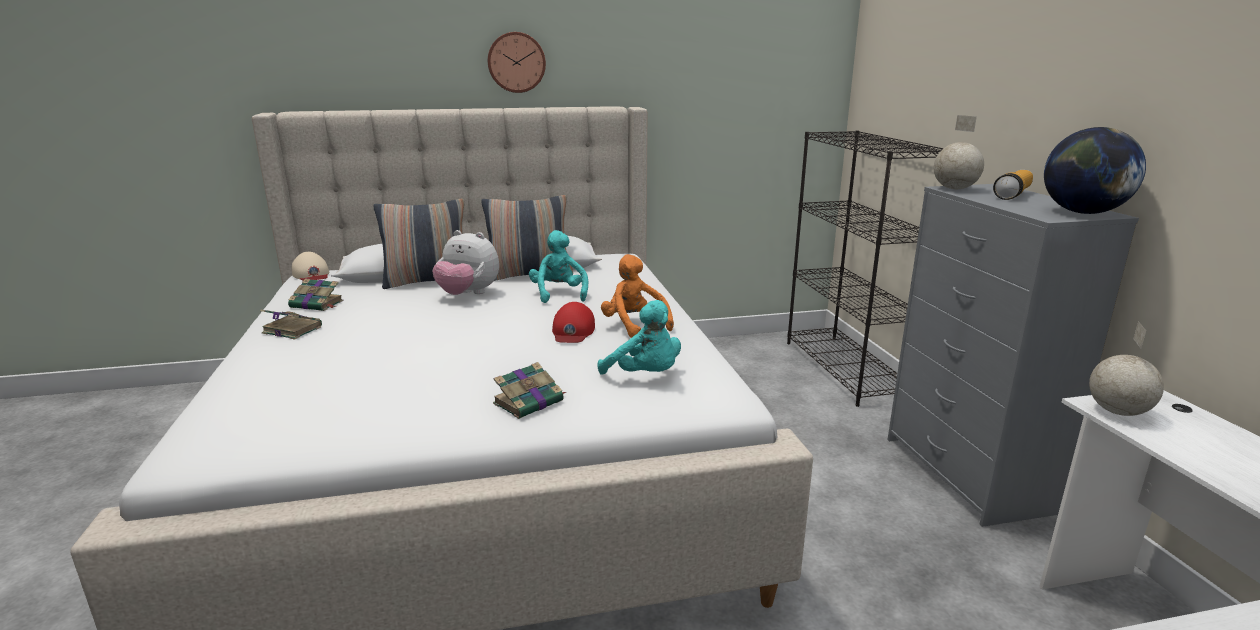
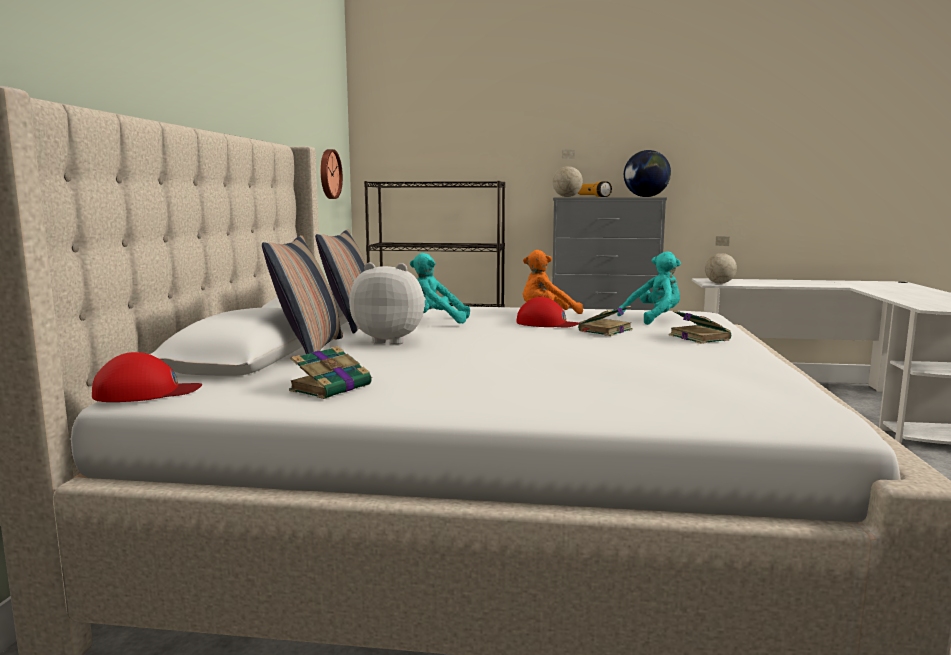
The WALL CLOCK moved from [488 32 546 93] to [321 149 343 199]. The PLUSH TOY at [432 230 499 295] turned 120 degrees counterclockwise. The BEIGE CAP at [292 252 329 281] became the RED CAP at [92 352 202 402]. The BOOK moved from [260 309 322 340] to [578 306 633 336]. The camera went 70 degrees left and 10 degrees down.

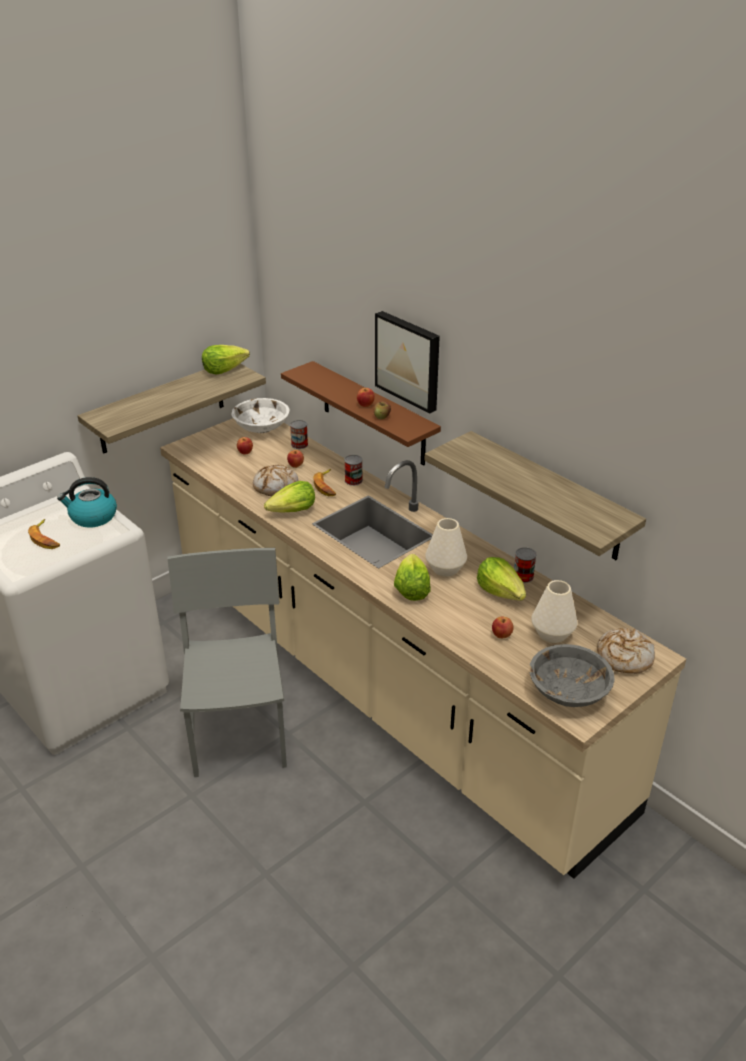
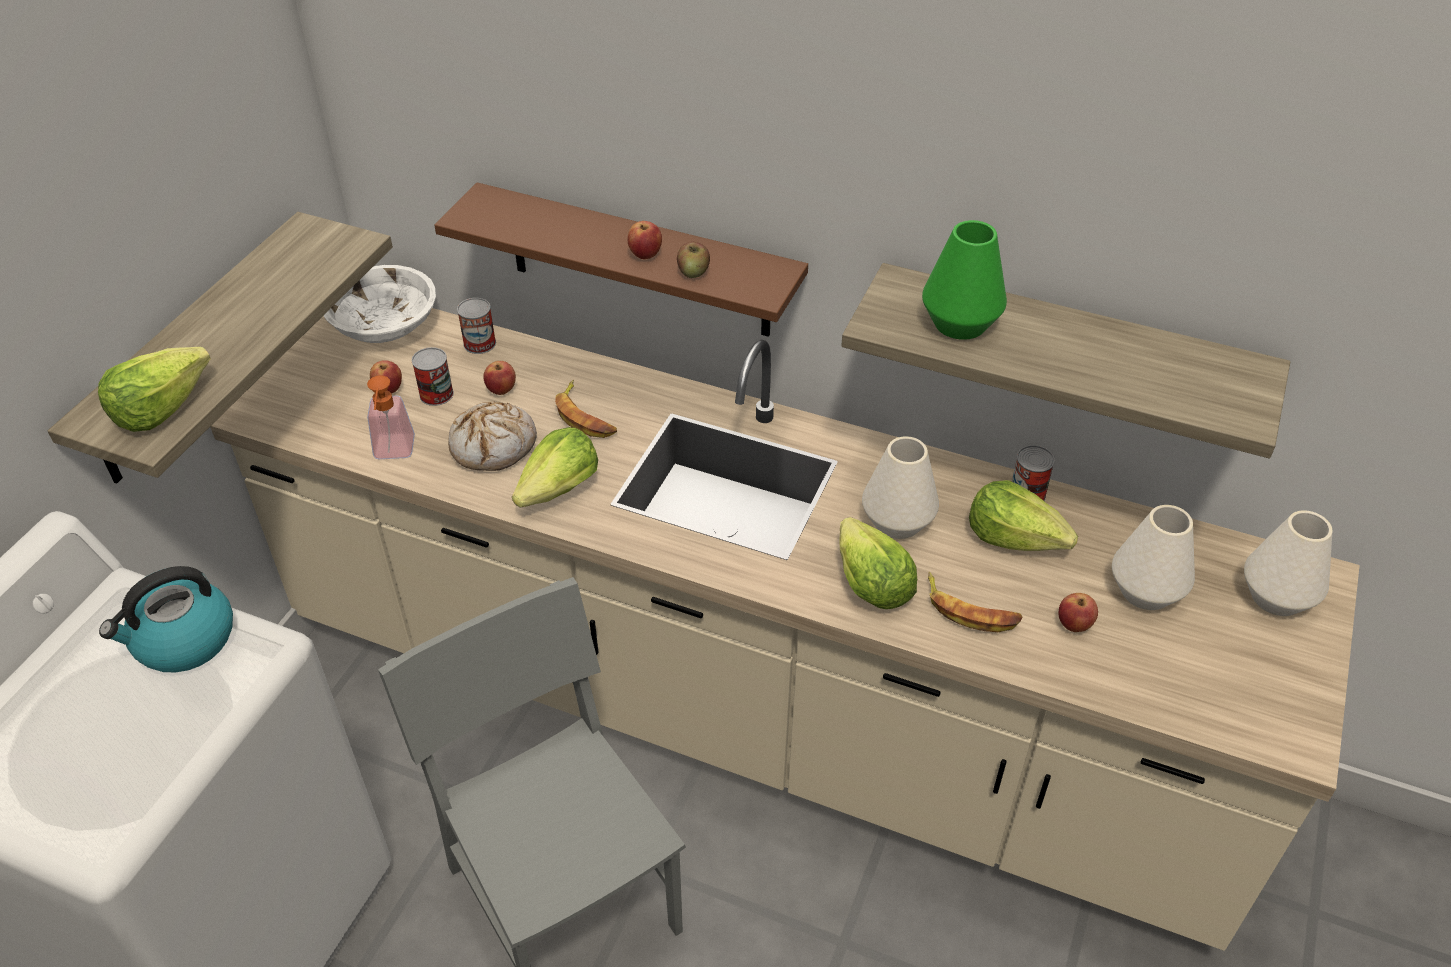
The PICTURE at [375 311 440 414] disappeared. The LETTUCE moved from [202 345 250 375] to [98 347 211 432]. The CAN moved from [344 455 363 486] to [412 347 454 406]. The BANANA moved from [28 519 60 549] to [928 572 1023 632]. The BREAD at [597 628 655 673] was replaced by the WHITE VASE at [1244 510 1333 616]. The GREY BOWL at [529 644 615 707] disappeared. The GREEN VASE at [922 220 1007 340] appeared. The SOAP DISPENSER at [367 375 415 459] appeared. The camera went 25 degrees left and 10 degrees up.

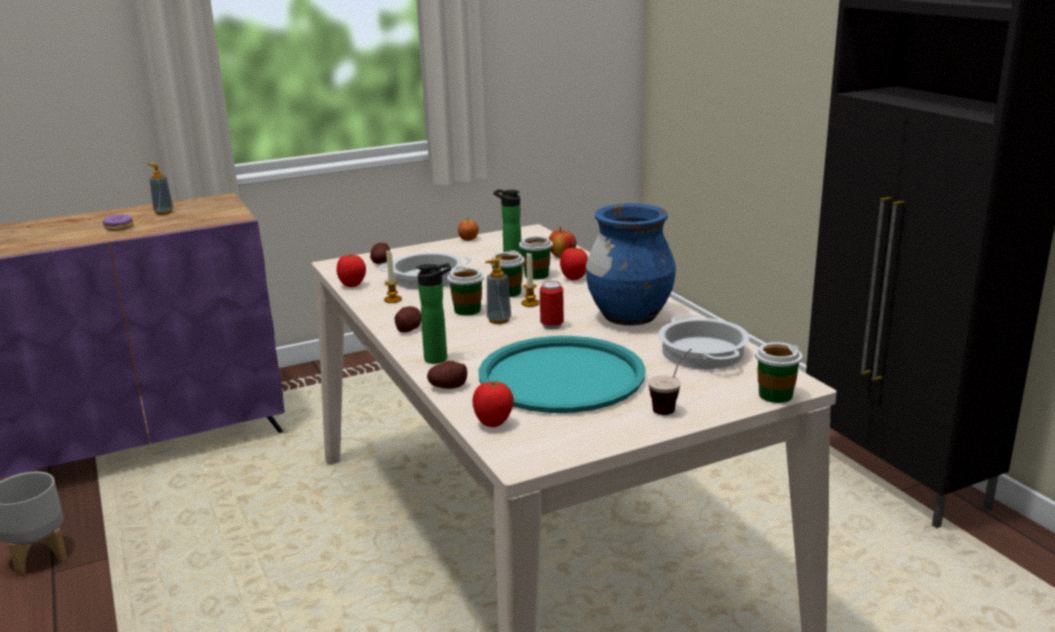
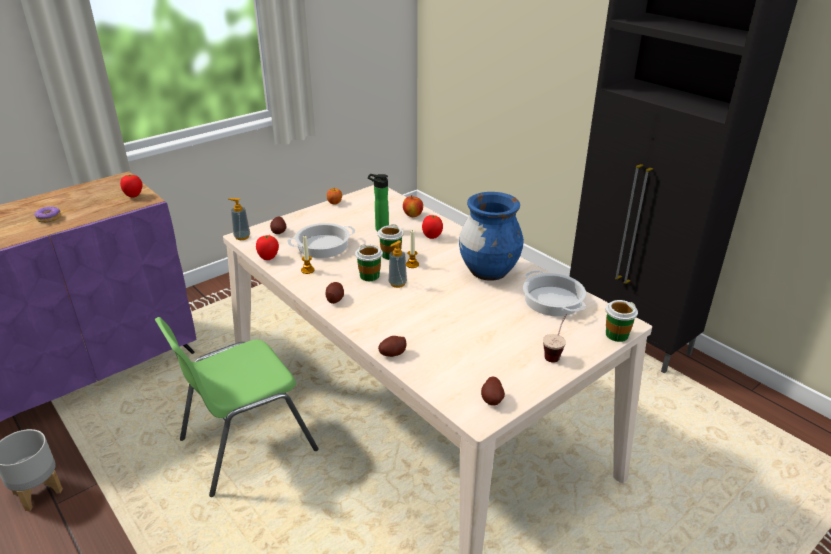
The SOAP DISPENSER moved from [147 163 173 215] to [228 198 250 240]. The CUP at [519 236 553 280] disappeared. The BOTTLE at [416 263 451 364] disappeared. The CAN at [540 281 564 329] disappeared. The TURQUOISE TRAY at [478 336 646 413] disappeared. The TOMATO moved from [473 381 514 427] to [120 175 142 198]. The GREEN CHAIR at [155 317 319 497] appeared. The POTATO at [481 377 505 406] appeared. The camera went 15 degrees left and 10 degrees up.

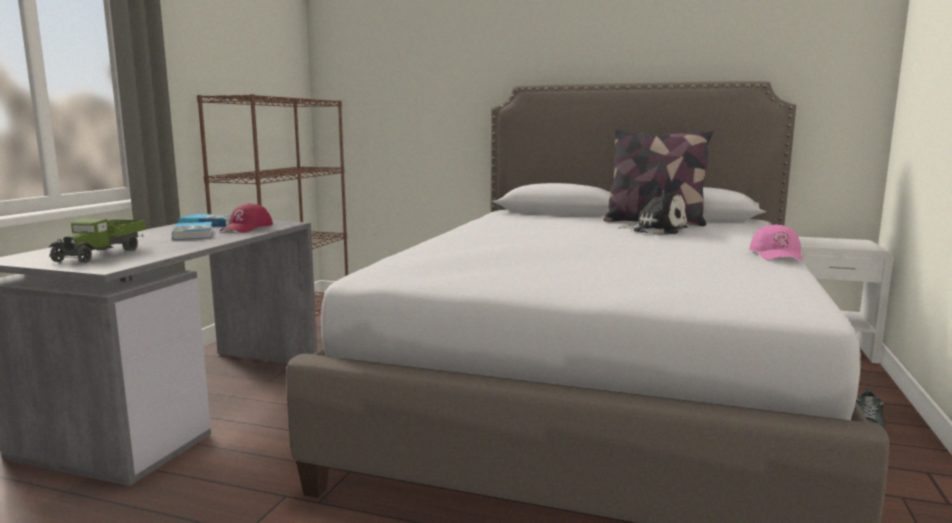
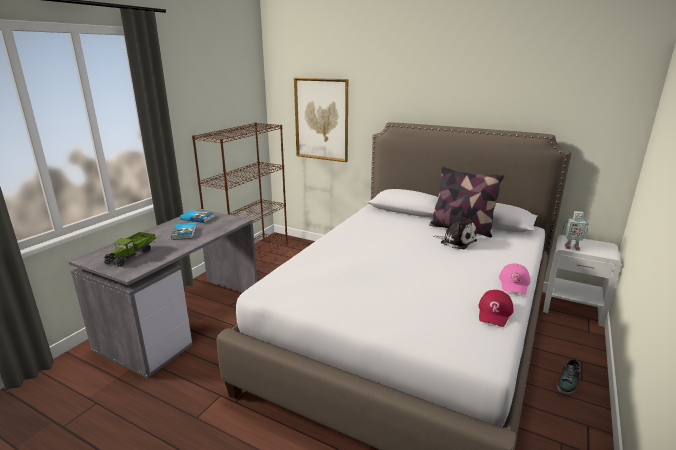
The RED CAP moved from [220 203 273 233] to [479 290 513 327]. The PICTURE at [294 78 348 162] appeared. The TOY ROBOT at [563 211 589 250] appeared. The camera went 10 degrees right and 10 degrees up.

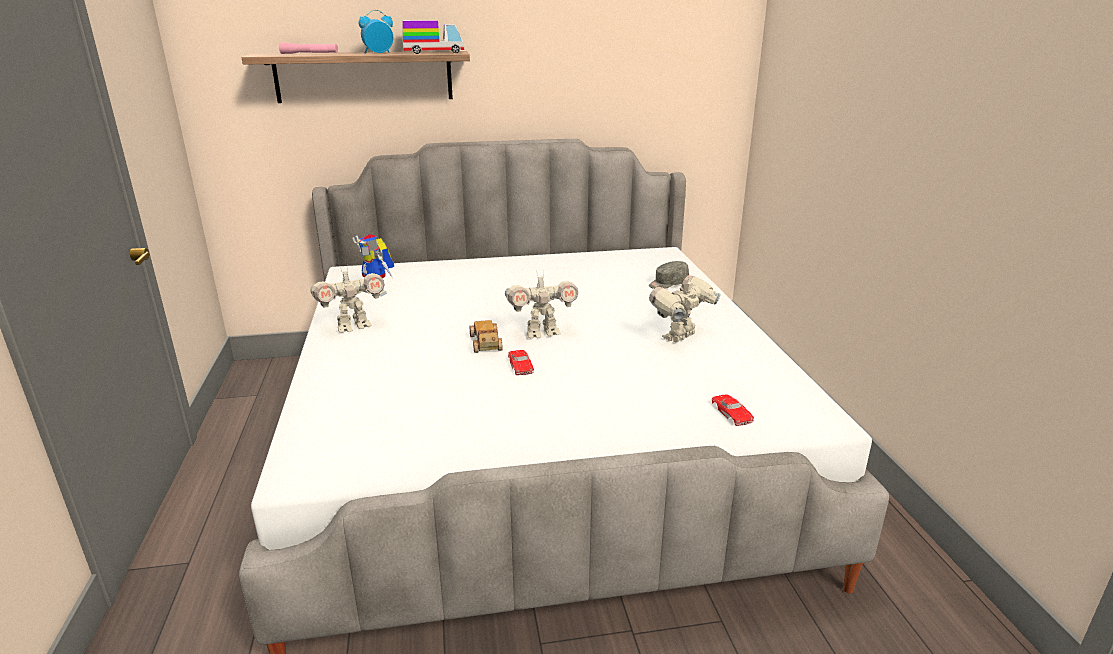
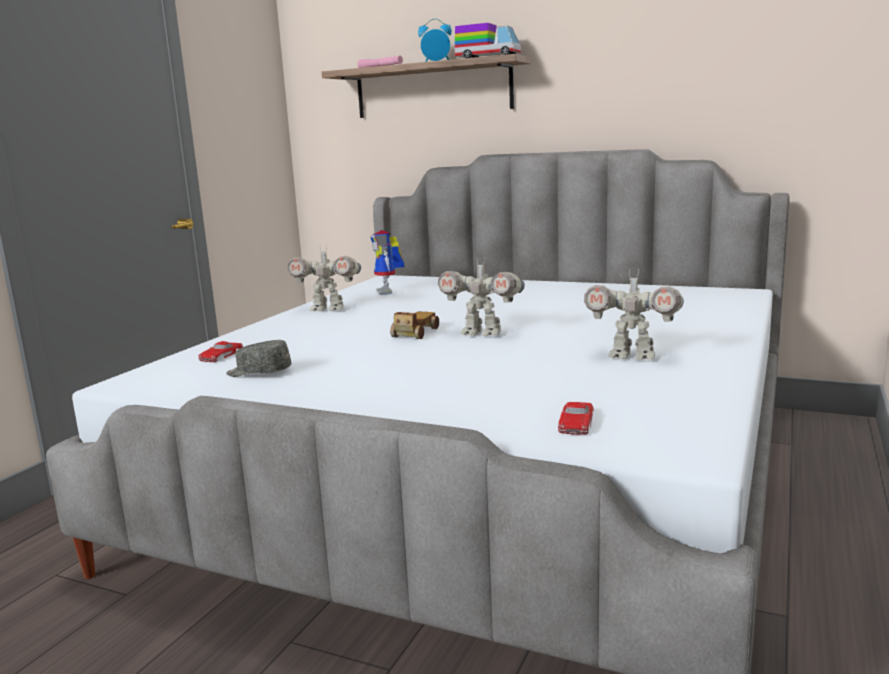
The GREY CAP moved from [649 261 689 289] to [227 340 291 377]. The TOY ROBOT at [649 275 721 343] turned 150 degrees counterclockwise. The RED TOY CAR moved from [508 350 534 375] to [198 341 243 363]. The camera went 35 degrees right and 10 degrees down.

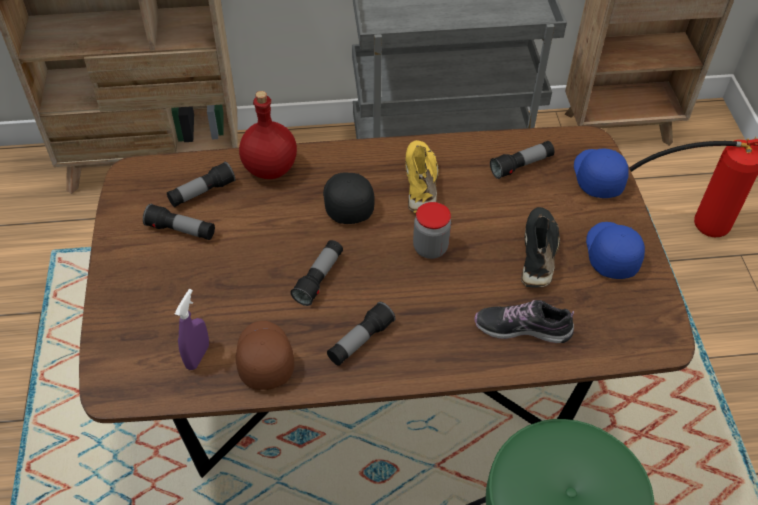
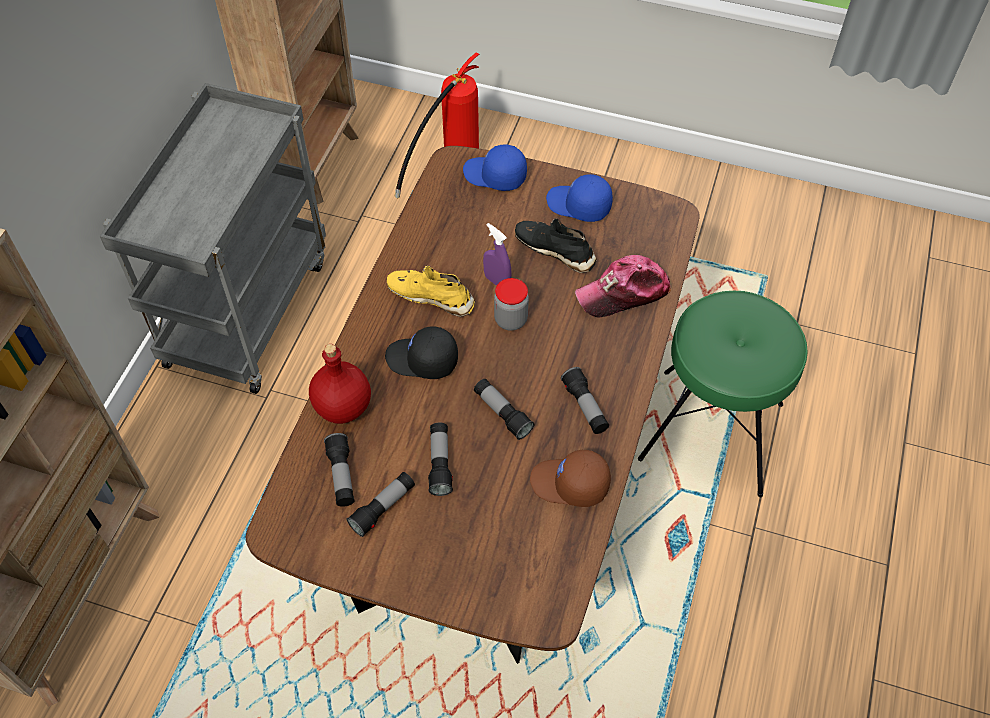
The FLASHLIGHT moved from [490 141 555 179] to [428 423 453 496]. The PURPLE SPRAY BOTTLE moved from [175 289 209 370] to [483 223 512 286]. The SHOE at [475 300 574 343] was replaced by the CAP at [575 255 671 317]. The camera went 65 degrees left and 5 degrees up.

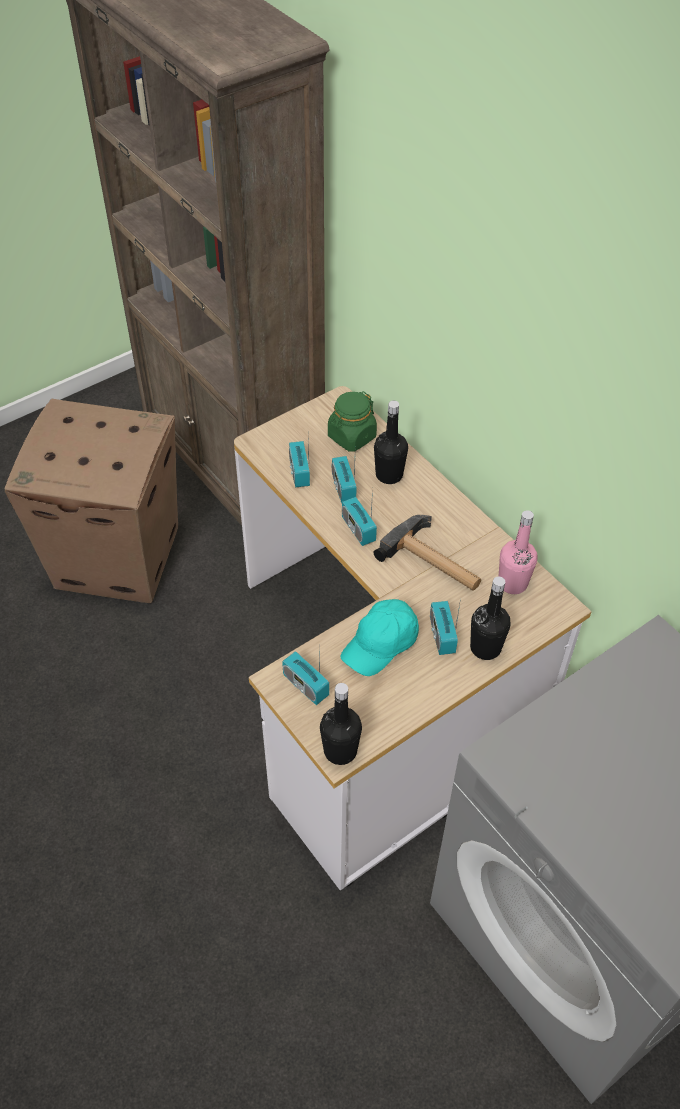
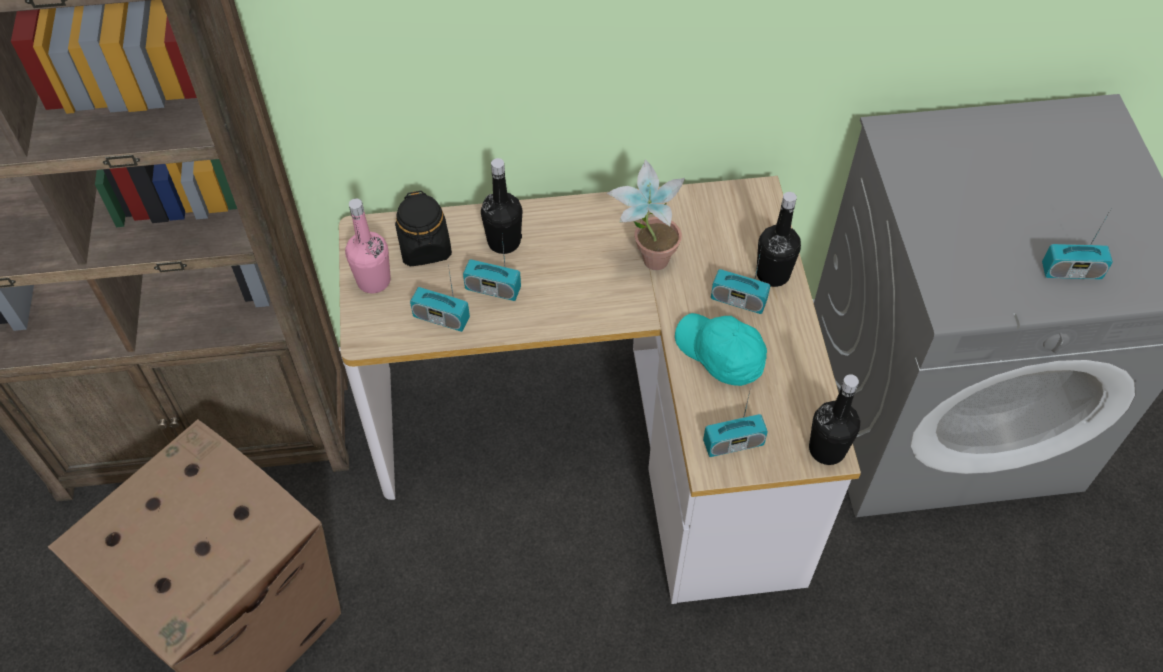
The GREEN JAR at [328 391 377 452] became the BLACK JAR at [395 191 452 266]. The RADIO moved from [342 487 377 546] to [1042 209 1113 279]. The PINK BOTTLE moved from [498 510 537 594] to [345 199 391 294]. The HAMMER at [373 515 481 591] was replaced by the POTTED PLANT at [606 159 685 270]. The TURQUOISE CAP at [340 599 419 676] turned 150 degrees clockwise. The camera went 60 degrees left and 5 degrees up.

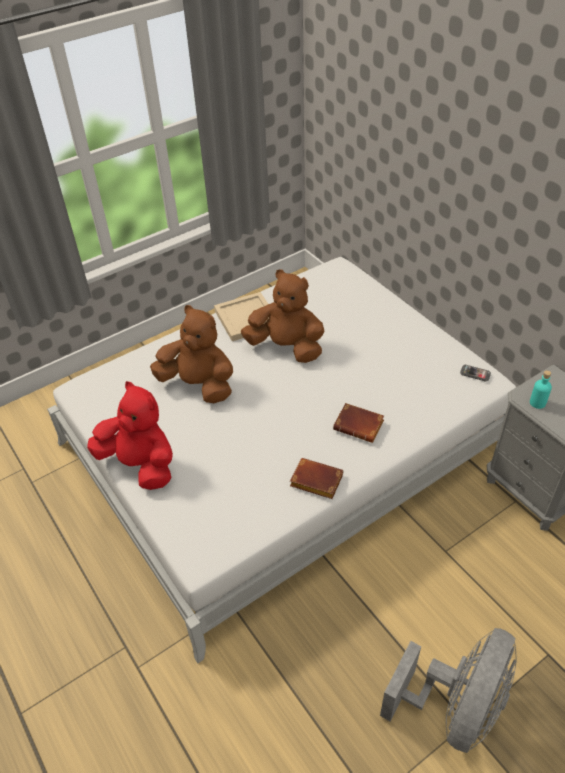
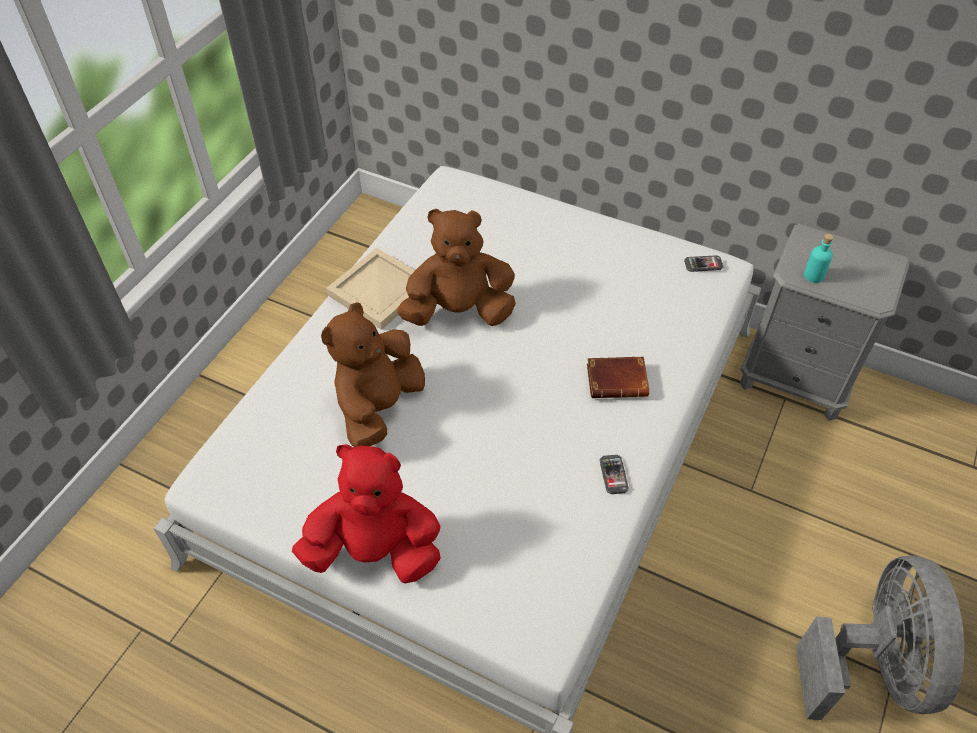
The BROWN PLUSH TOY at [150 305 233 403] turned 60 degrees counterclockwise. The BROWN BOOK at [290 458 343 499] was replaced by the PHONE at [600 455 629 494]. The camera went 30 degrees left and 5 degrees up.

